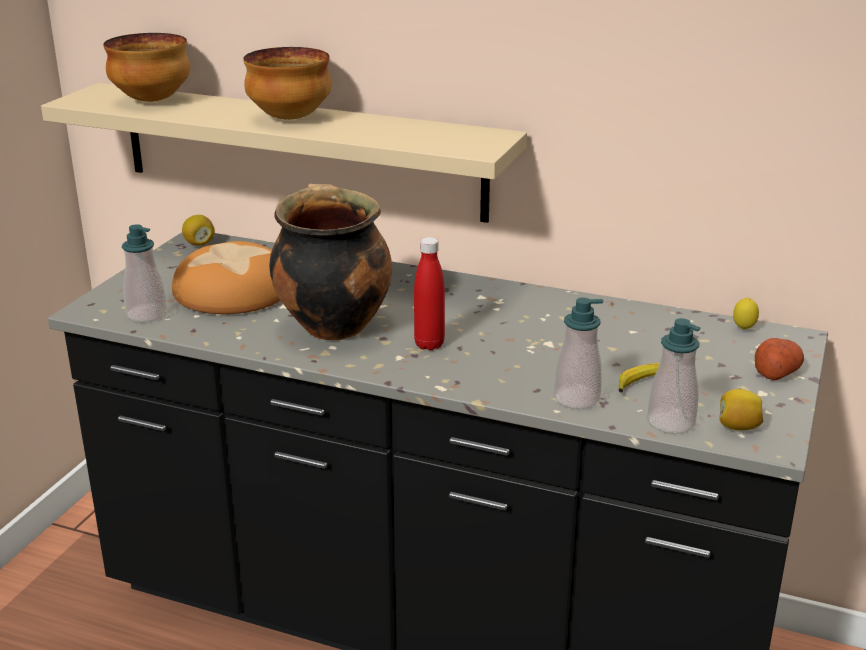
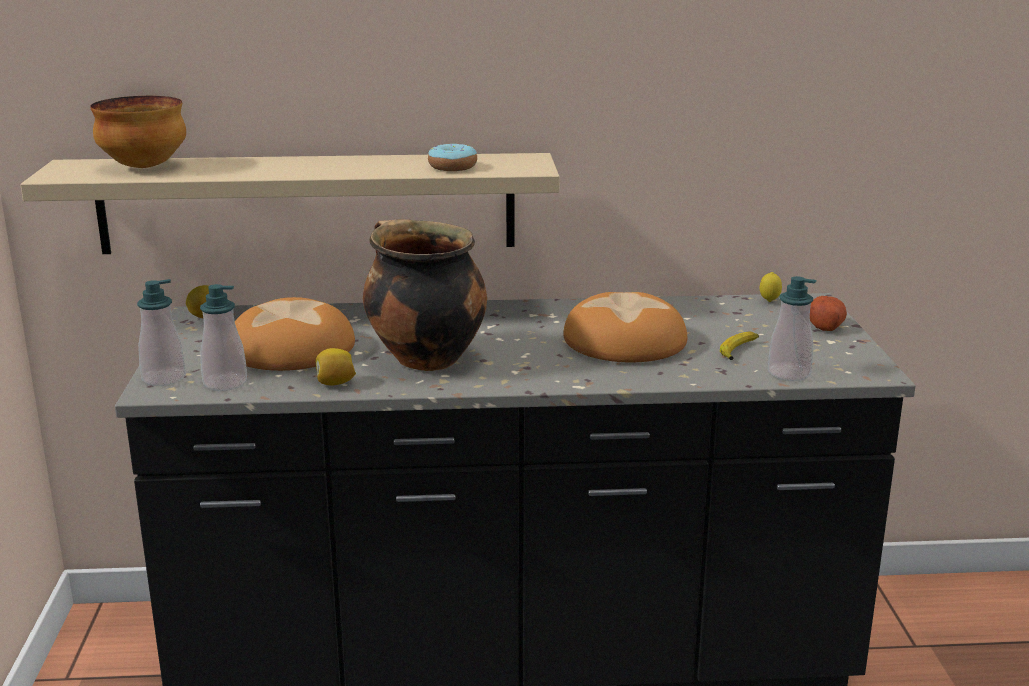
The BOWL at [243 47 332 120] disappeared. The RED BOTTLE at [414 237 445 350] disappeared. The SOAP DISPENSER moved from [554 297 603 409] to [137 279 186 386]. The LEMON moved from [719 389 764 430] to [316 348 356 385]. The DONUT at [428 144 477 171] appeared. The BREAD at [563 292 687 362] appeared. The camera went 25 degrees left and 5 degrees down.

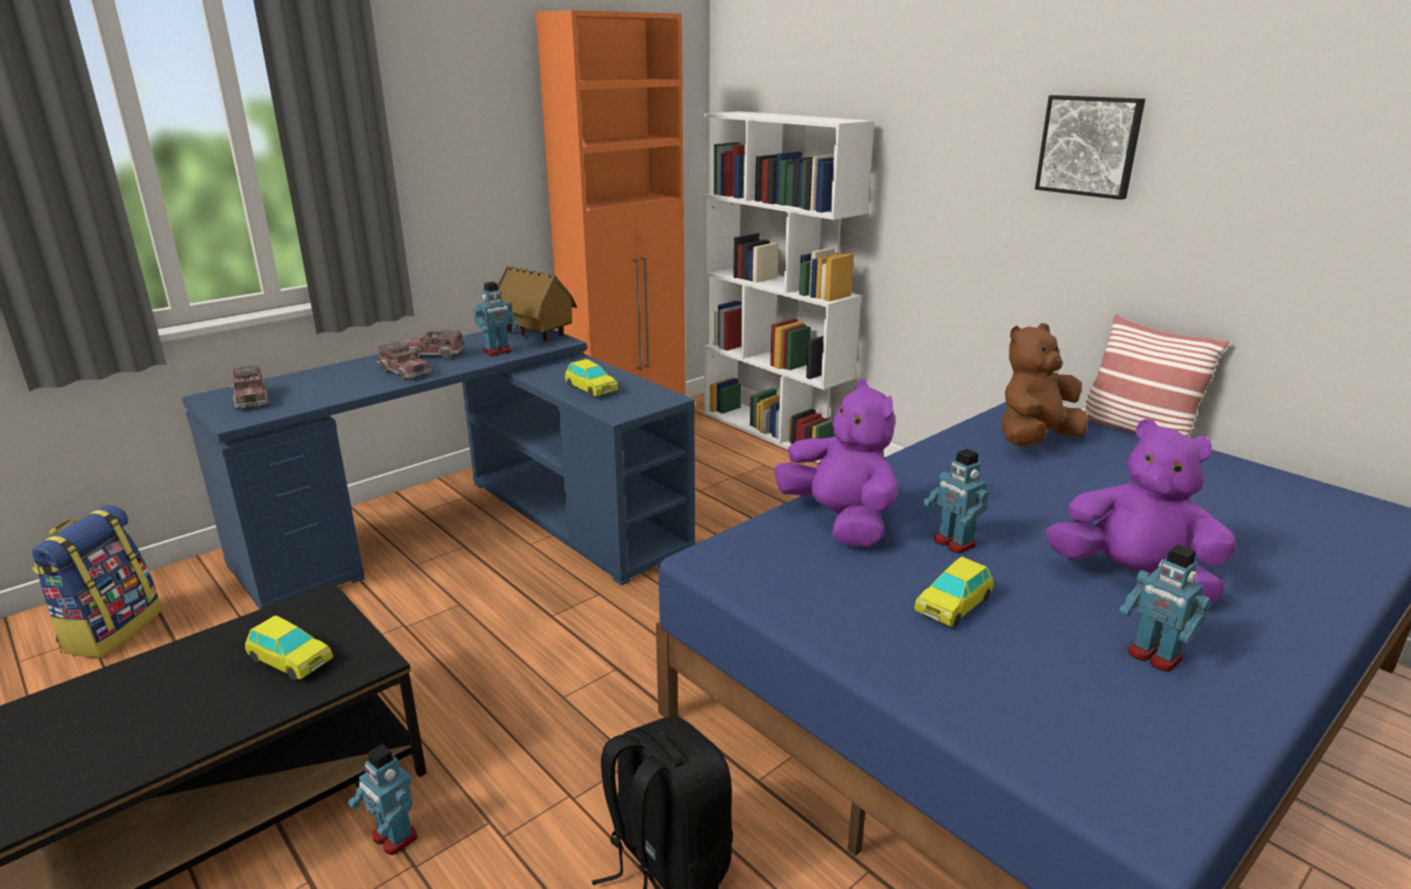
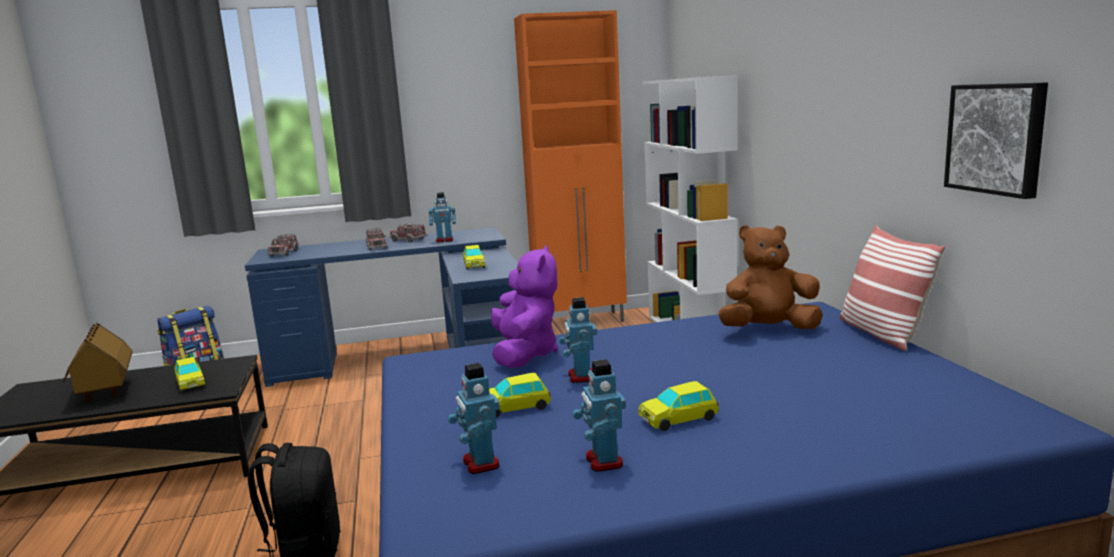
The PICTURE moved from [1035 95 1145 200] to [944 82 1048 199]. The TOY HOUSE moved from [498 266 577 341] to [63 323 133 403]. The PURPLE PLUSH TOY at [1046 419 1237 604] was replaced by the TOY CAR at [638 381 719 431]. The TOY ROBOT moved from [348 744 417 855] to [448 363 500 474]. The camera went 30 degrees right and 10 degrees down.

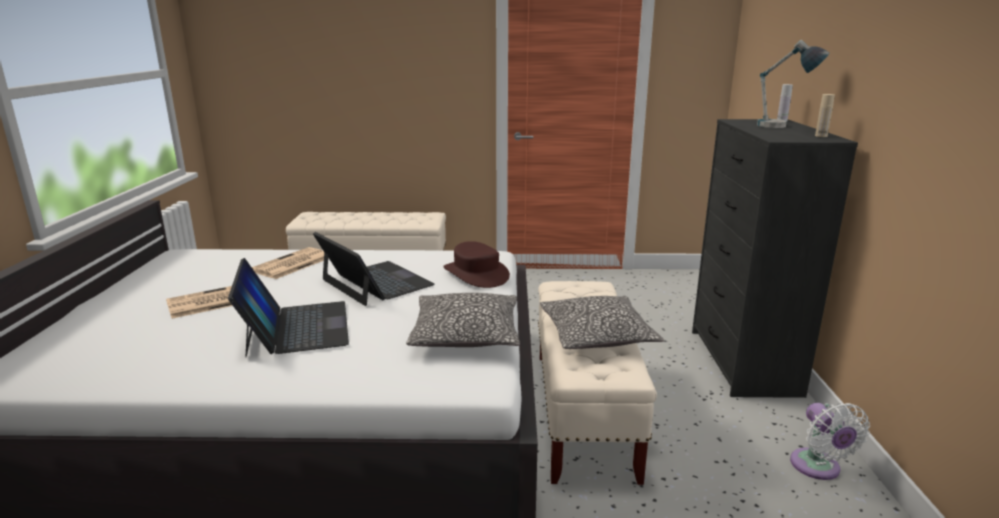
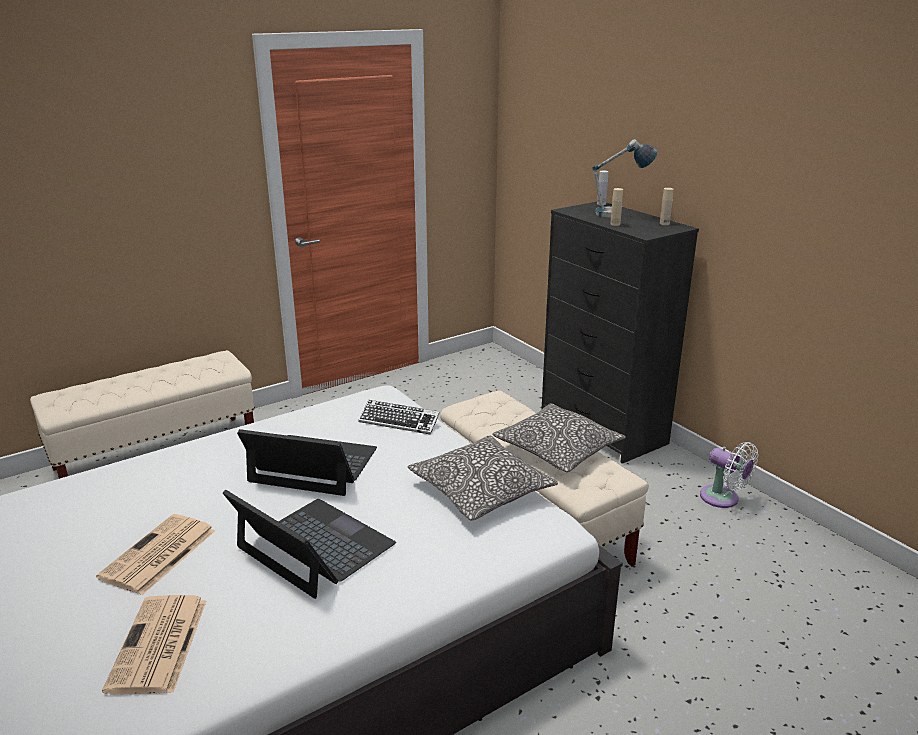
The BROWN HAT at [443 241 510 288] was replaced by the KEYBOARD at [358 400 440 435]. The NEWSPAPER moved from [252 247 329 279] to [102 595 206 695]. The BEIGE BOTTLE at [610 188 623 226] appeared. The camera went 35 degrees left and 5 degrees up.

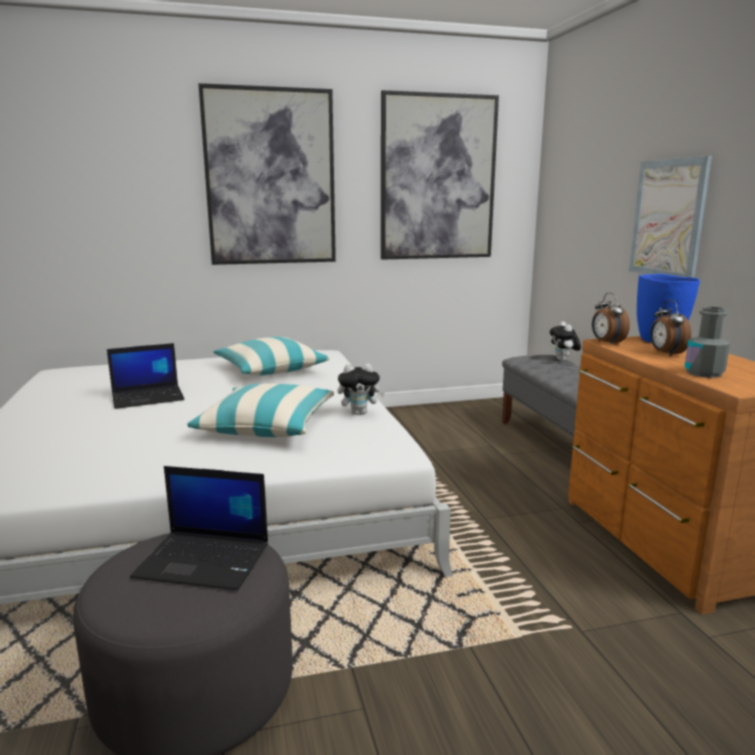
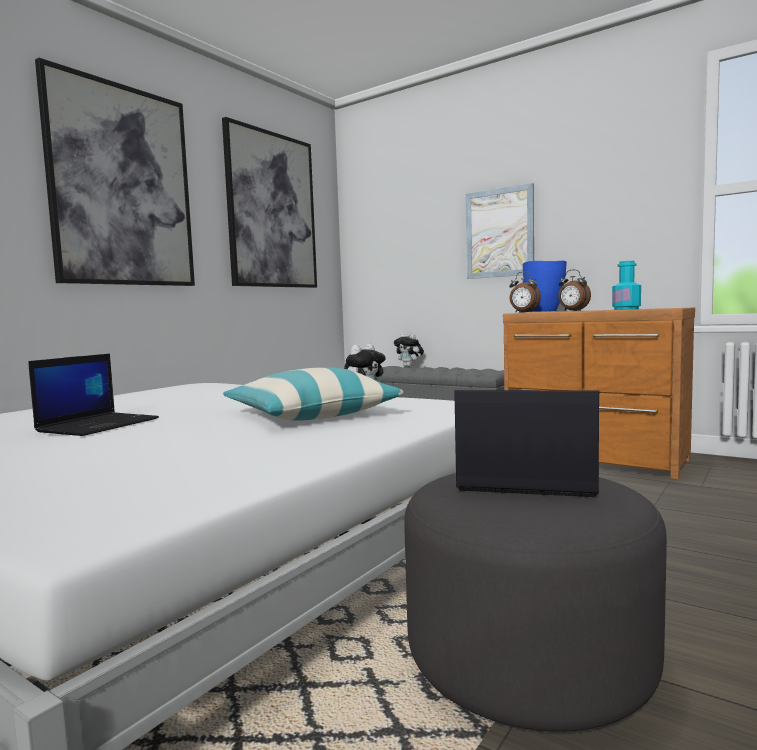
The GREY BOTTLE at [685 306 730 378] became the TURQUOISE BOTTLE at [612 261 641 310]. The PILLOW at [214 337 330 375] disappeared. The LAPTOP at [130 466 268 591] turned 135 degrees counterclockwise. The camera went 40 degrees left and 10 degrees down.

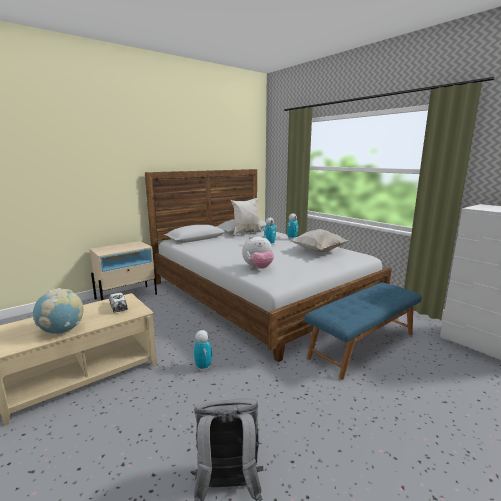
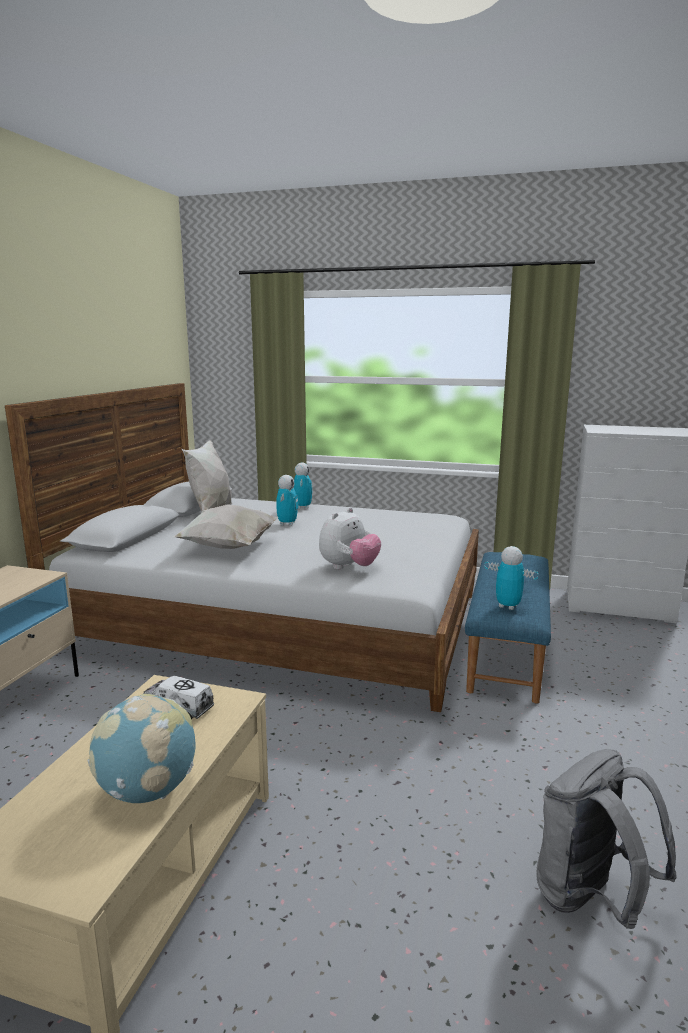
The WHITE PILLOW moved from [290 229 349 252] to [173 504 278 549]. The TOY ROBOT moved from [194 330 212 371] to [484 546 538 610]. The camera went 35 degrees left and 0 degrees up.

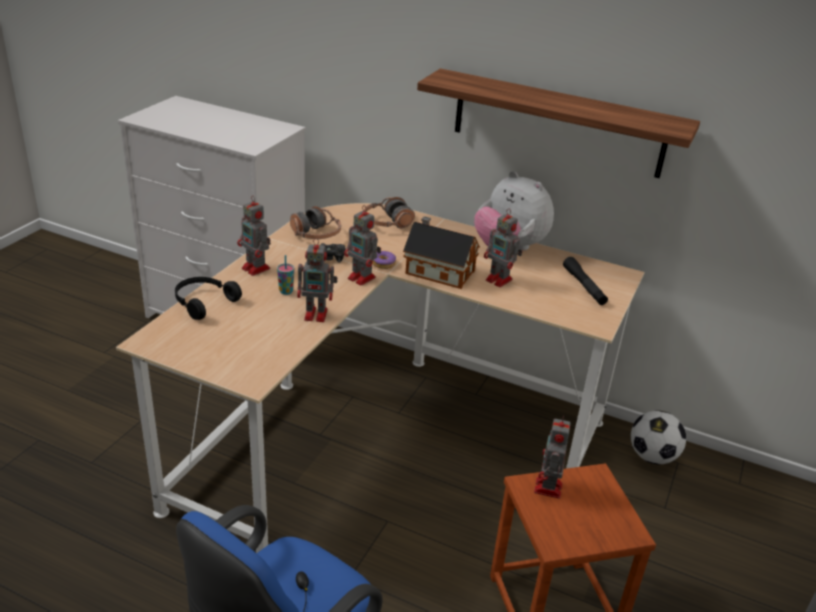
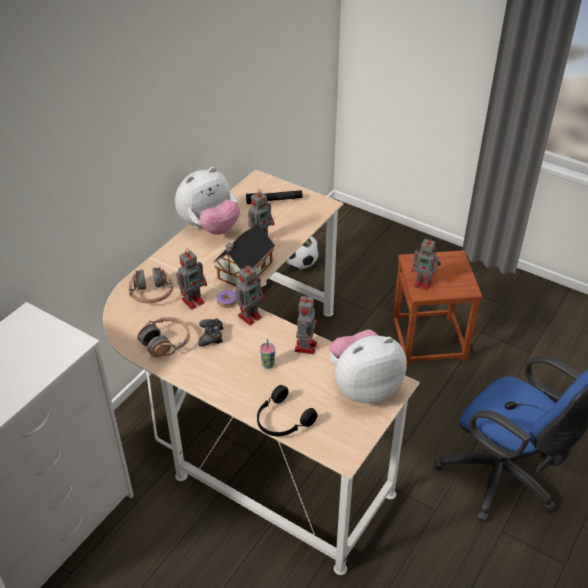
The SHELF at [417 68 700 178] disappeared. The TOY ROBOT moved from [237 195 271 276] to [176 248 207 310]. The PLUSH TOY at [329 330 407 404] appeared. The camera went 80 degrees left and 10 degrees up.

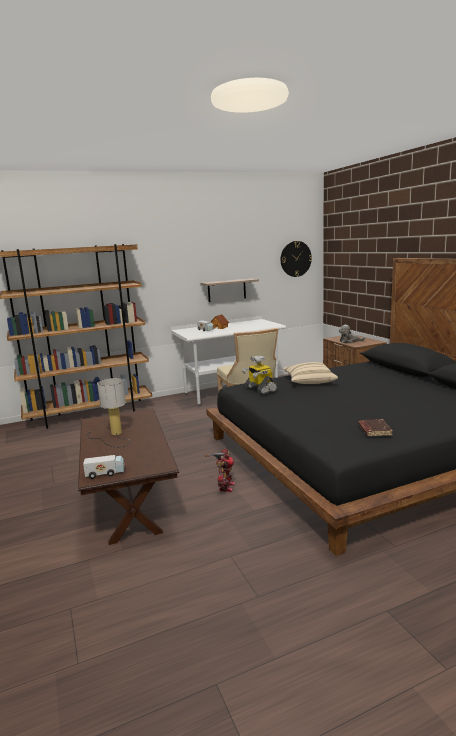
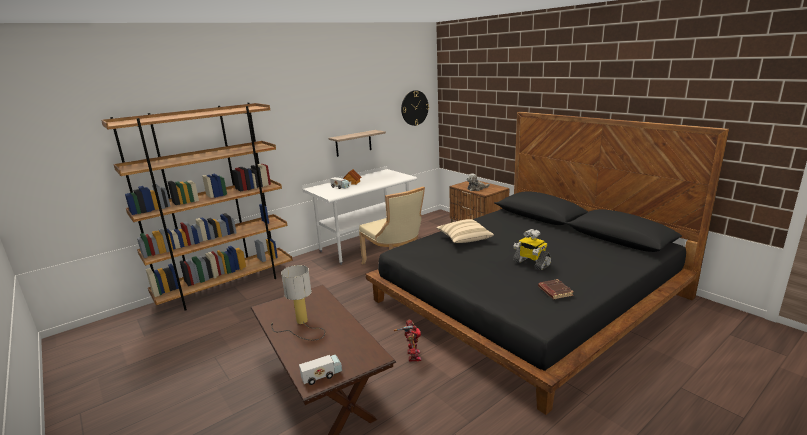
The TOY ROBOT moved from [242 355 277 394] to [513 229 552 270]. The camera went 15 degrees left and 5 degrees up.

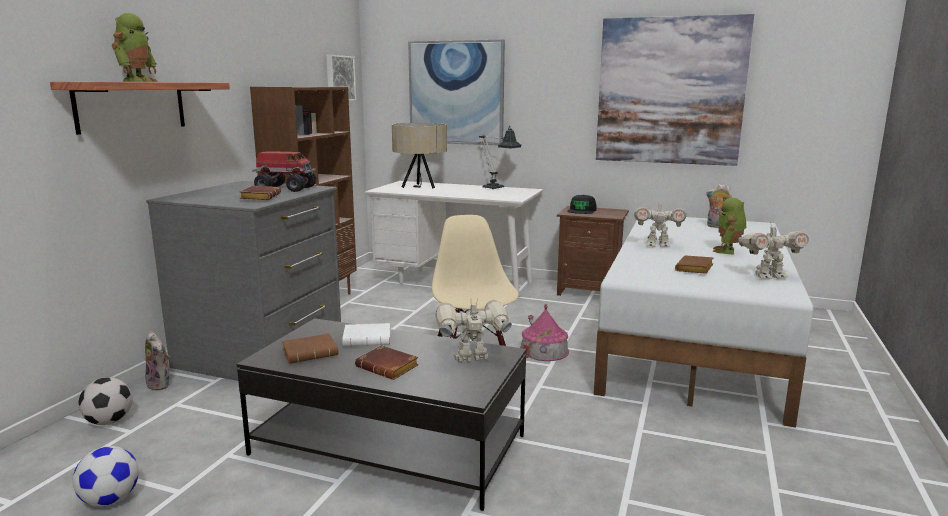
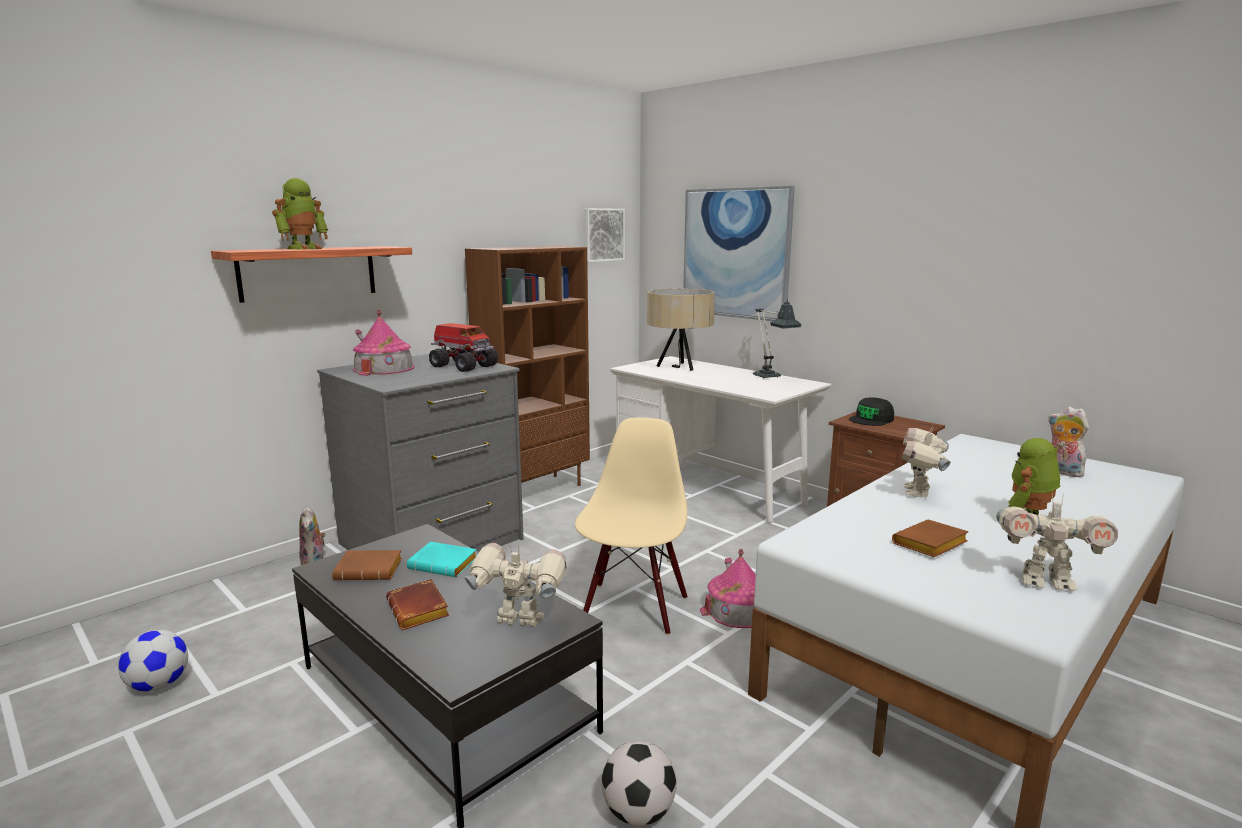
The PICTURE at [596 14 754 166] disappeared. The BROWN BOOK at [240 186 281 200] disappeared. The TOY ROBOT at [634 201 686 247] turned 75 degrees clockwise. The WHITE BOOK at [342 323 390 346] became the TURQUOISE BOOK at [407 542 477 577]. The FOOTBALL moved from [78 377 132 425] to [601 741 677 826]. The TOY HOUSE at [353 310 415 376] appeared. The camera went 25 degrees right and 0 degrees up.

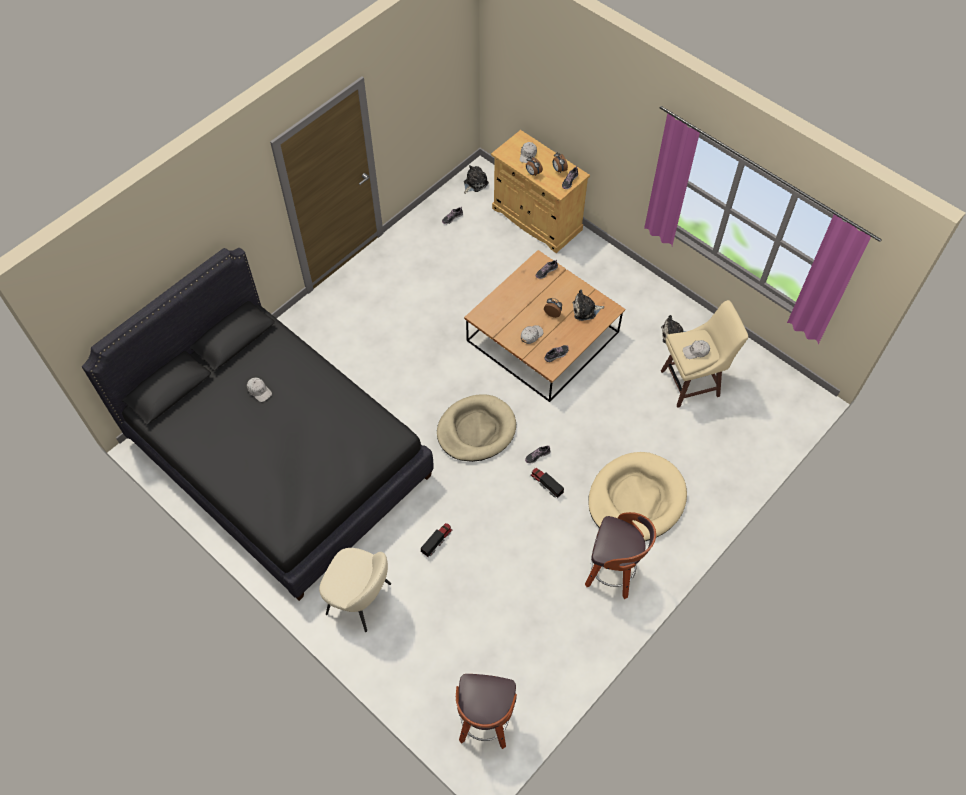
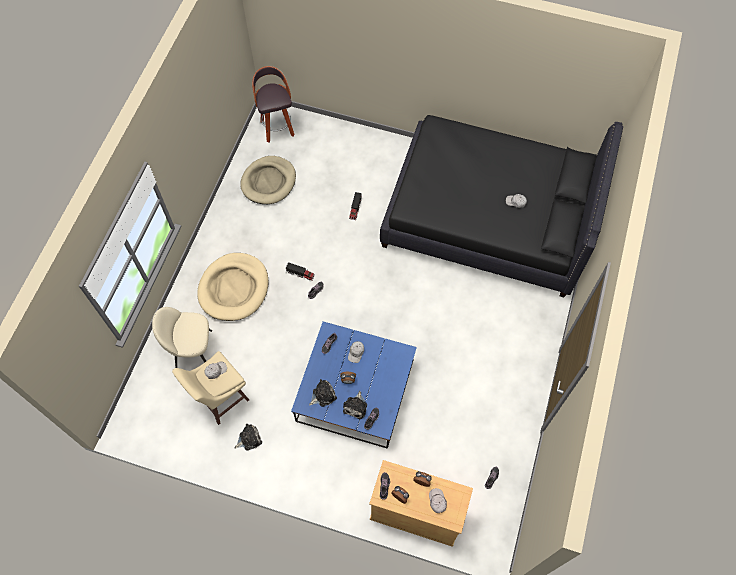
The PLUSH TOY moved from [464 165 489 194] to [343 391 367 419]. The BROWN COFFEE TABLE at [464 250 625 402] became the BLUE COFFEE TABLE at [291 321 417 449]. The BEIGE DOG BED moved from [437 394 516 462] to [240 156 296 204]. The STOOL at [585 512 656 599] disappeared. The BEIGE CHAIR moved from [319 548 391 632] to [152 307 212 368]. The camera went 155 degrees right and 5 degrees up.

